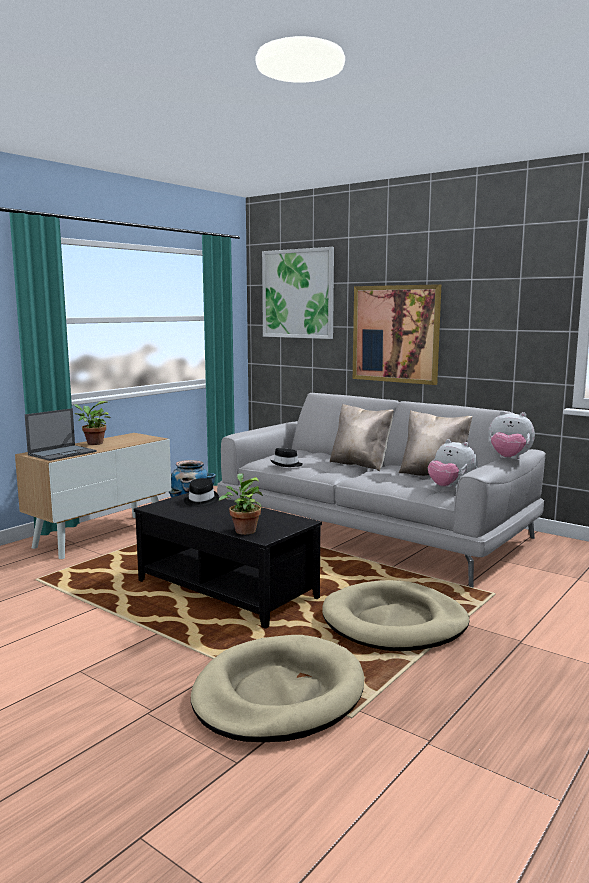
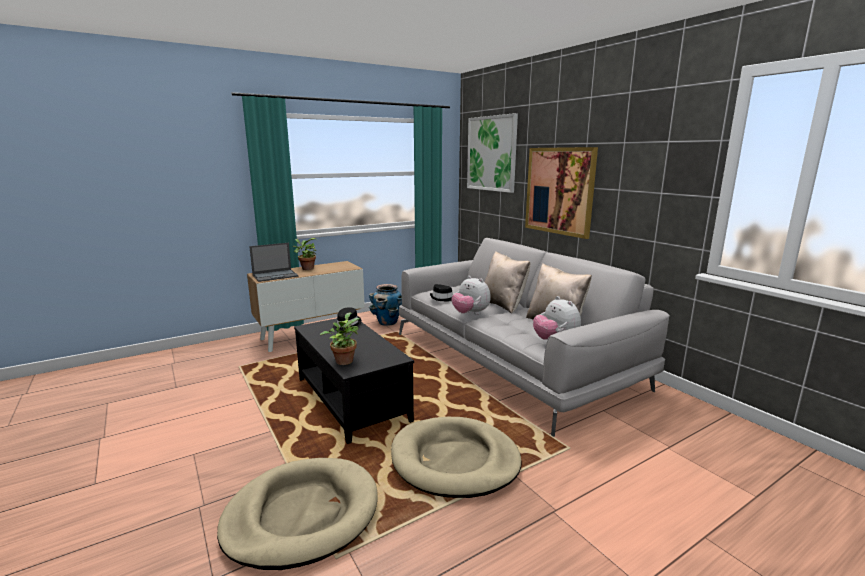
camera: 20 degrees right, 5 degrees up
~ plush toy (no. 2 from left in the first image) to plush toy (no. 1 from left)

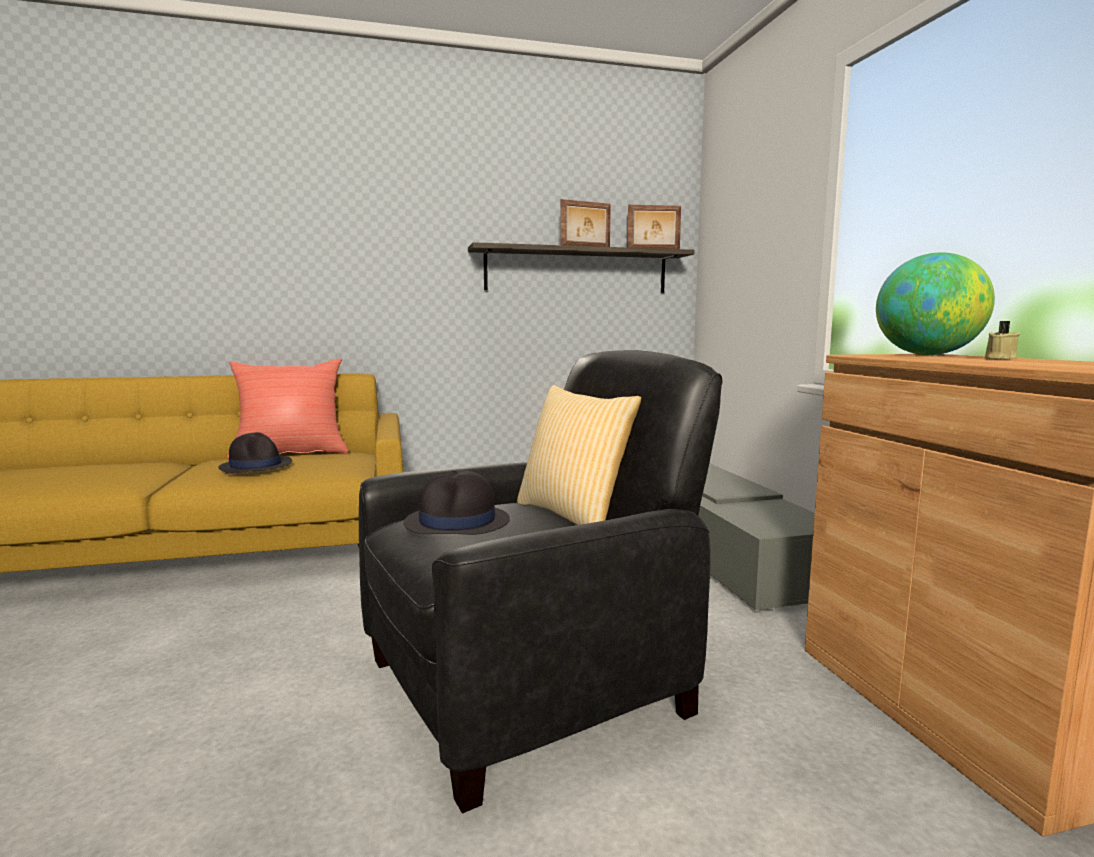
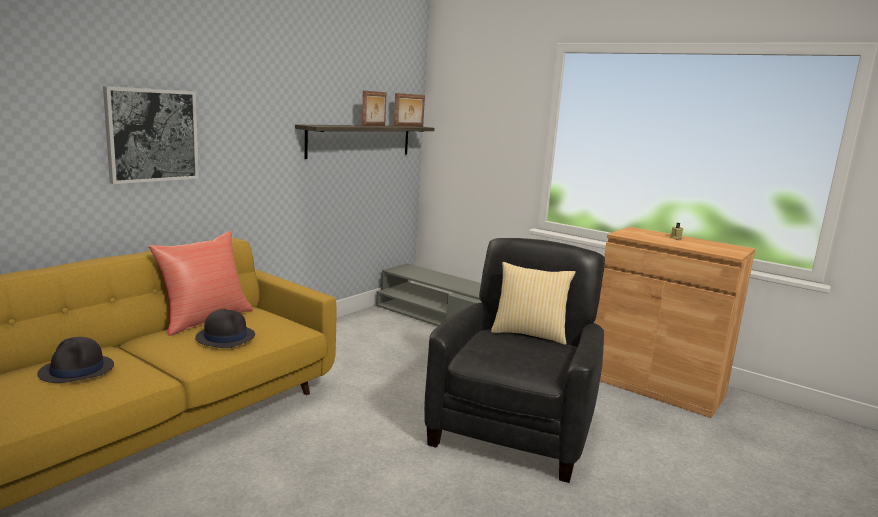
camera: 40 degrees left, 5 degrees up
- globe
~ blackish clothing hat (no. 2 from left in the first image) to blackish clothing hat (no. 1 from left)
+ wall picture

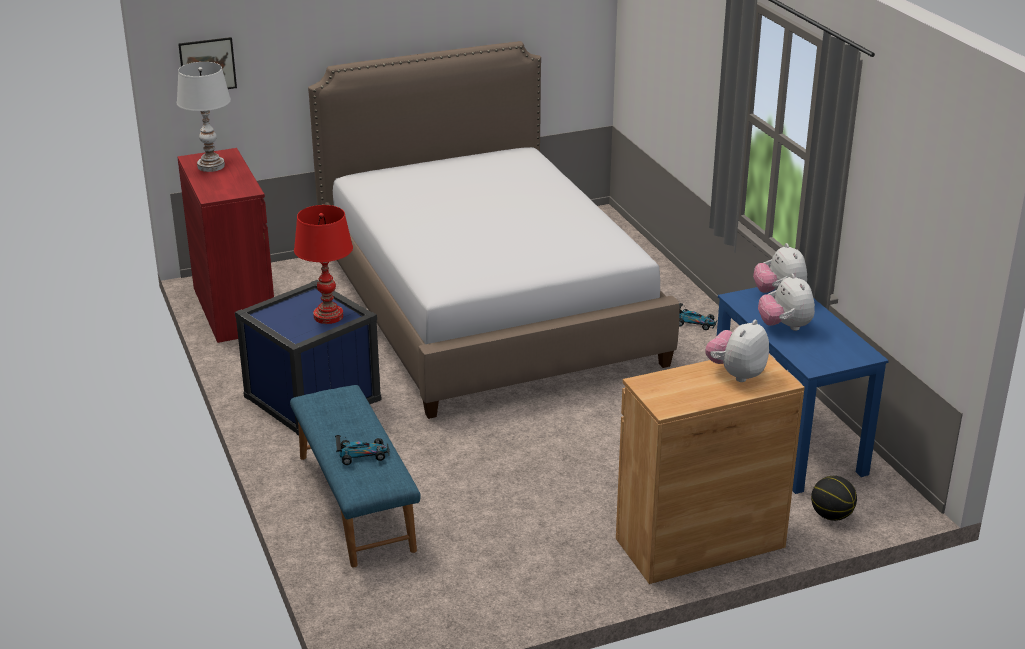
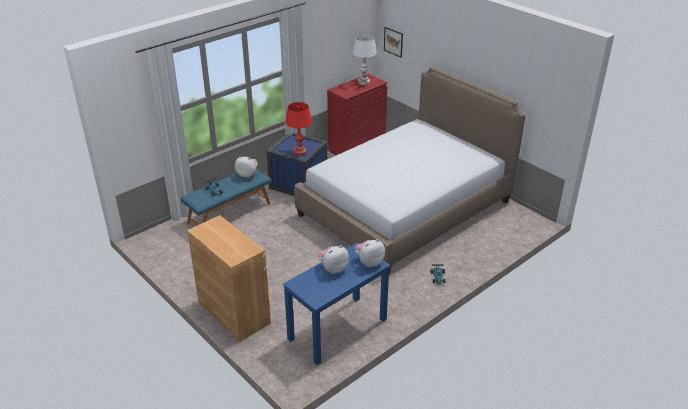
camera: 70 degrees right, 5 degrees up
~ plush toy (no. 1 from left)
- ball for basketball

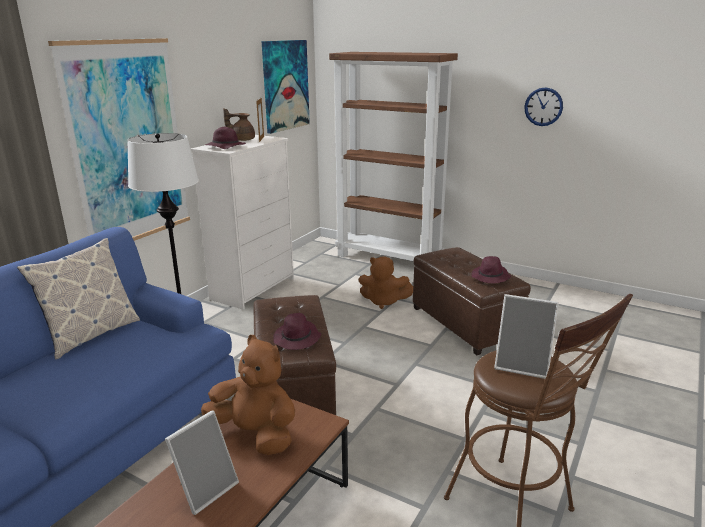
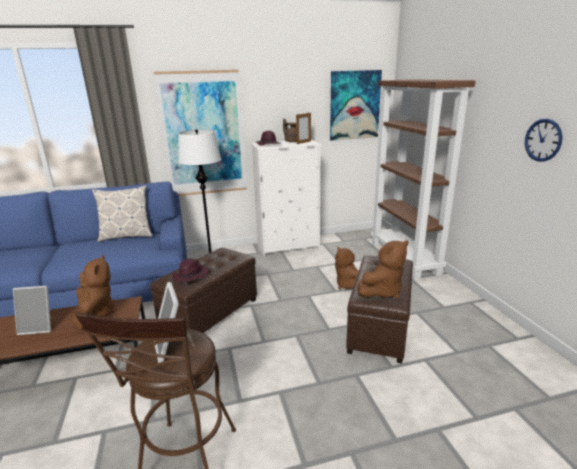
camera: 45 degrees right, 0 degrees up
~ purple clothing hat (no. 3 from left) to brown plush toy (no. 3 from left)

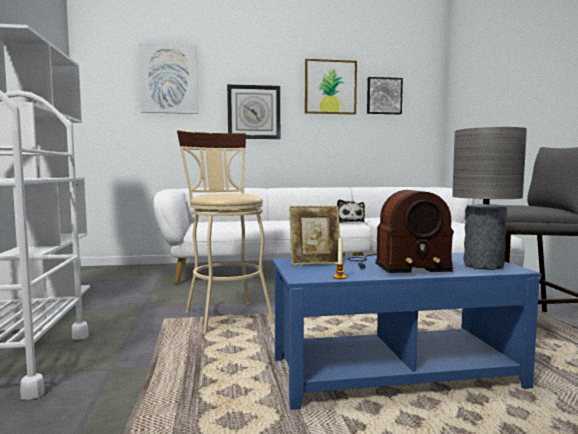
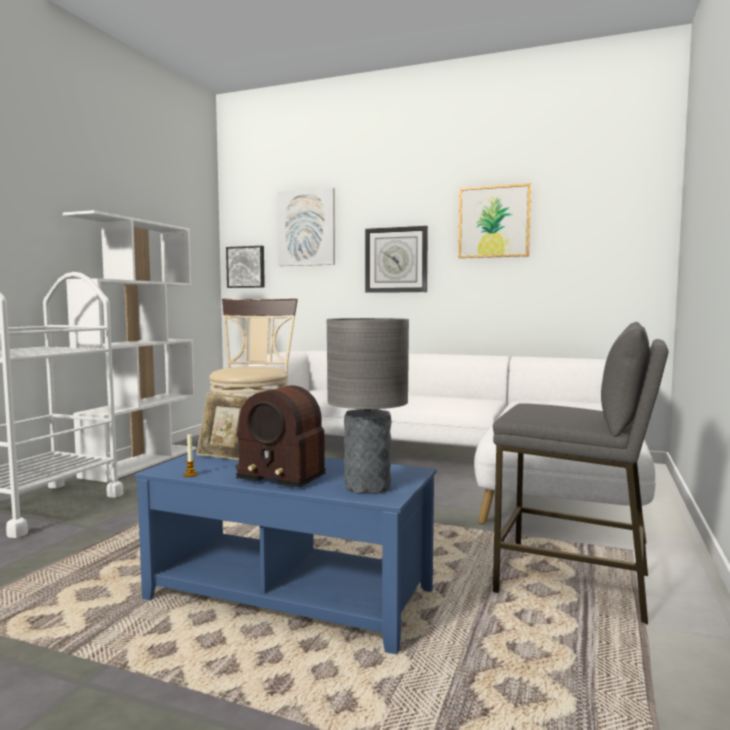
camera: 30 degrees right, 0 degrees up
~ wall picture (no. 3 from left in the first image) to wall picture (no. 1 from left)
- plush toy

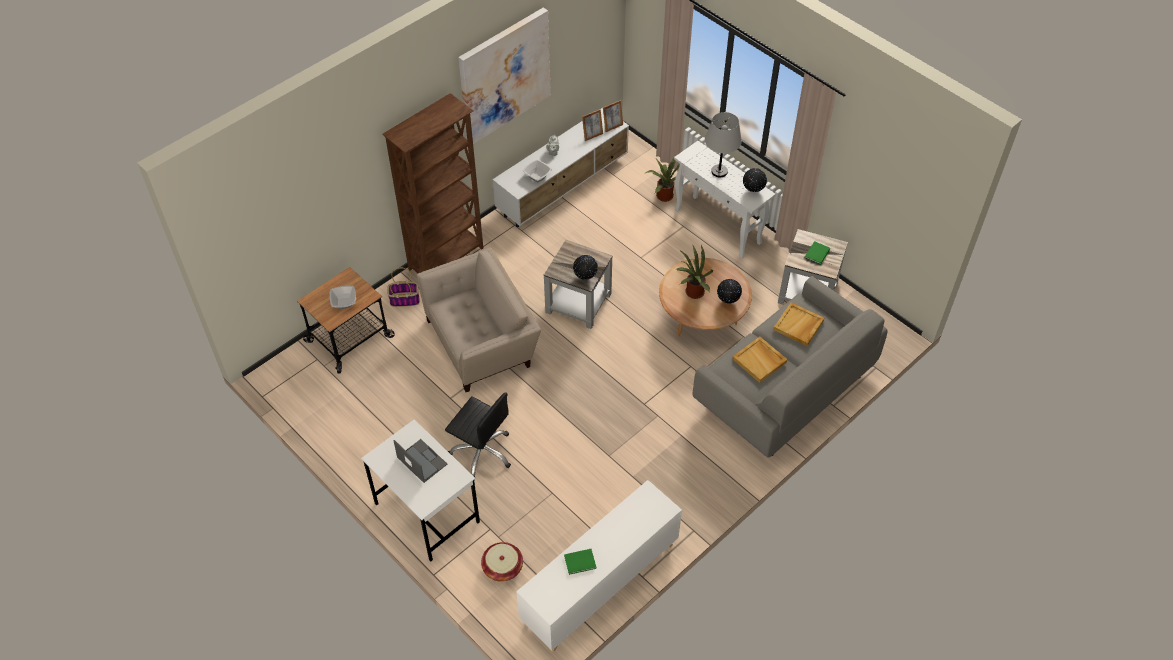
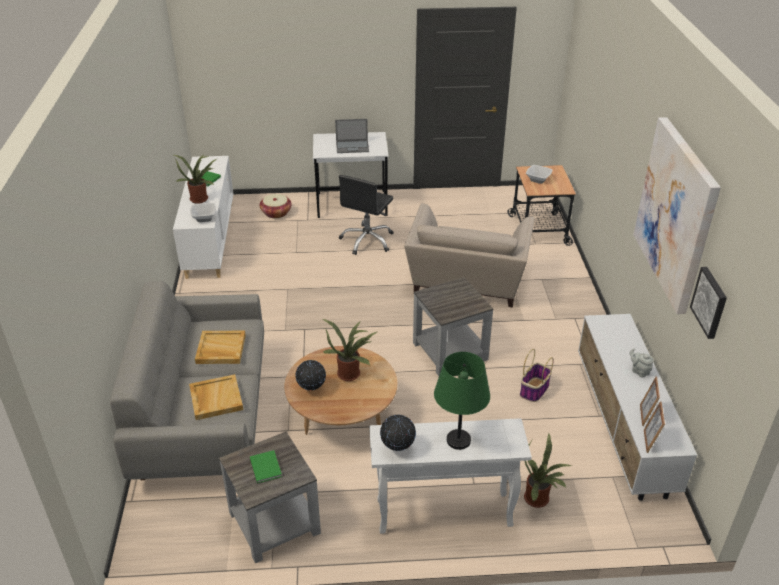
camera: 130 degrees right, 15 degrees down
- brown shelving unit
~ greyish tabletop lamp to greenish tabletop lamp
~ bowl (no. 2 from left in the first image) to bowl (no. 1 from left)
- globe (no. 1 from left)
~ storage basket (no. 1 from left in the first image) to storage basket (no. 2 from left)
~ blackish desk chair 45 degrees counterclockwise
+ plant in a pot (no. 1 from left)
+ wall picture (no. 2 from left)

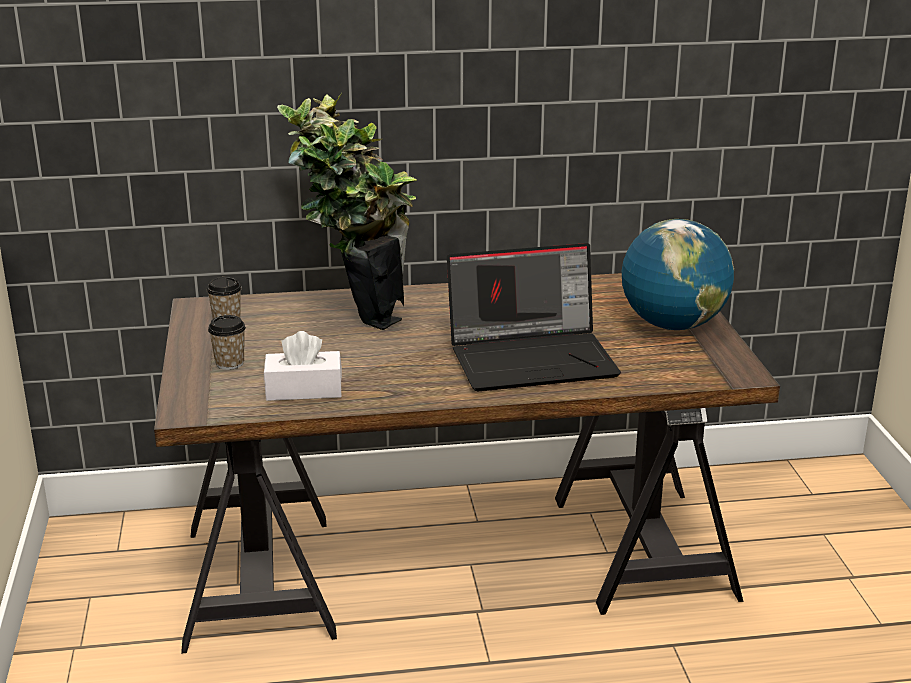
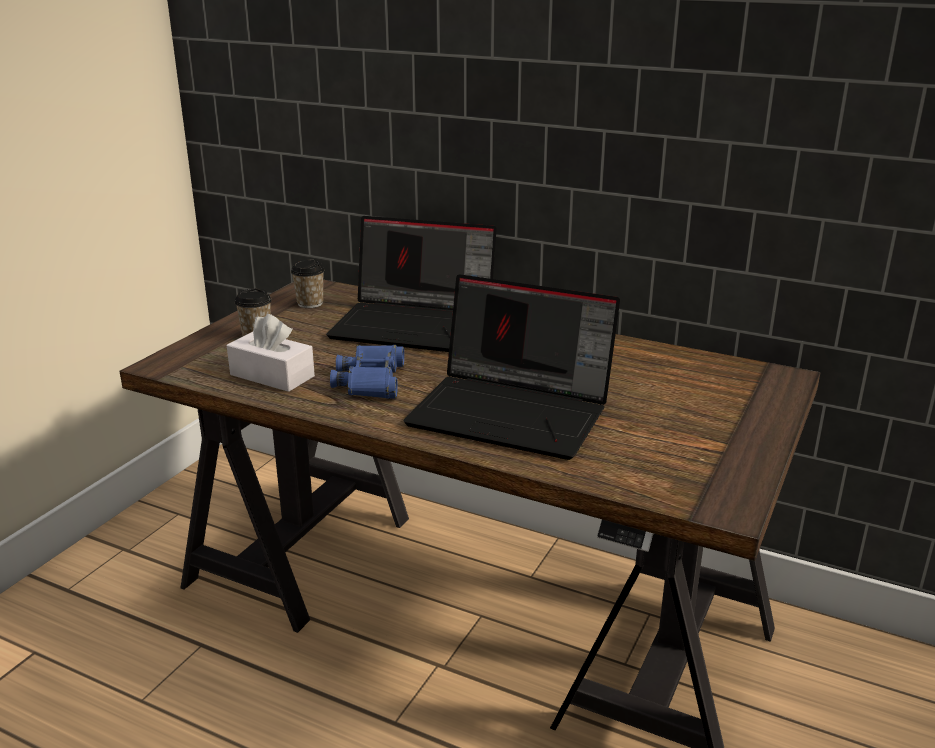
camera: 35 degrees right, 0 degrees up
~ plant in a pot to laptop (no. 1 from left)
- globe
+ bluish pair of binoculars

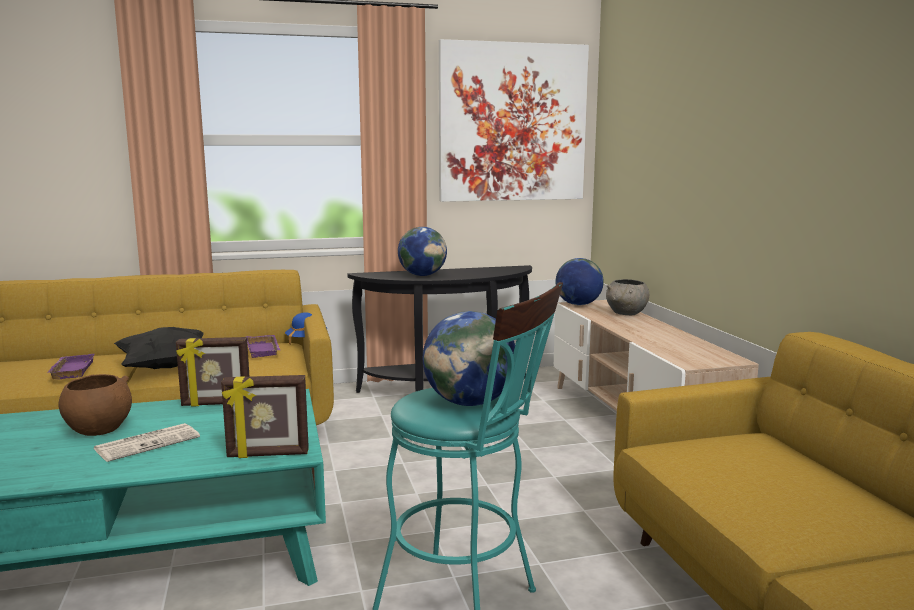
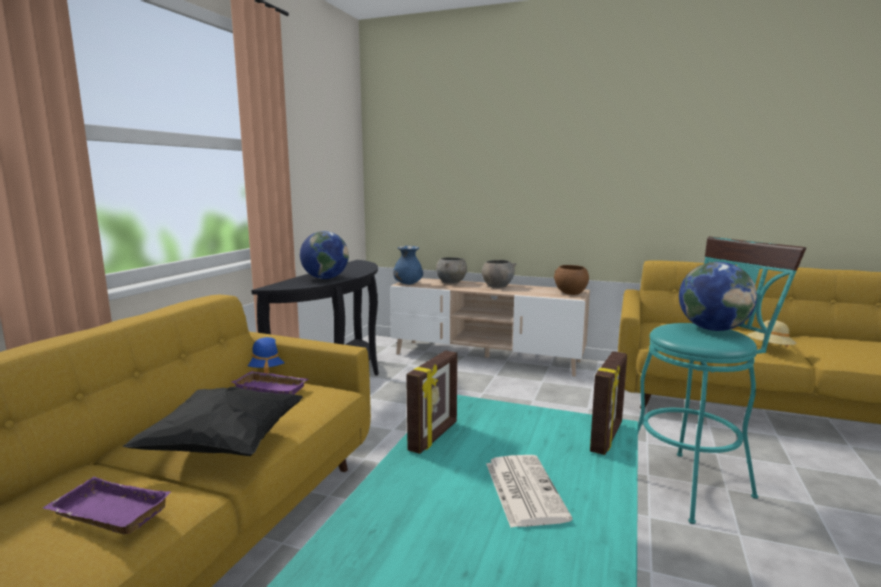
camera: 55 degrees left, 0 degrees up
- wall picture
~ globe (no. 3 from left) to bluish vase
~ brown bowl
+ greyish bowl (no. 2 from left)
+ beige clothing hat

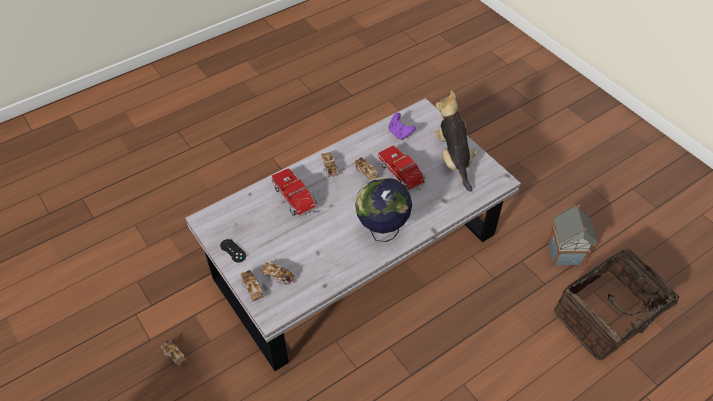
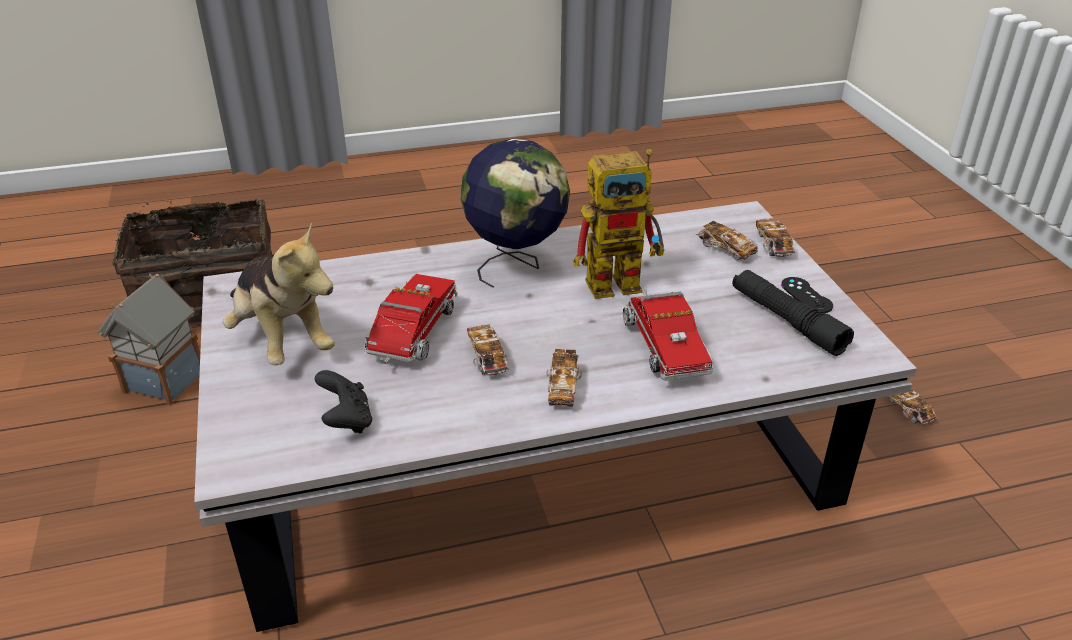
camera: 160 degrees left, 15 degrees down
~ plush toy 45 degrees counterclockwise
~ purple gamepad to blackish gamepad (no. 1 from left)
~ toy lorry (no. 2 from left in the first image) 150 degrees counterclockwise
+ robot figure
+ blackish flashlight

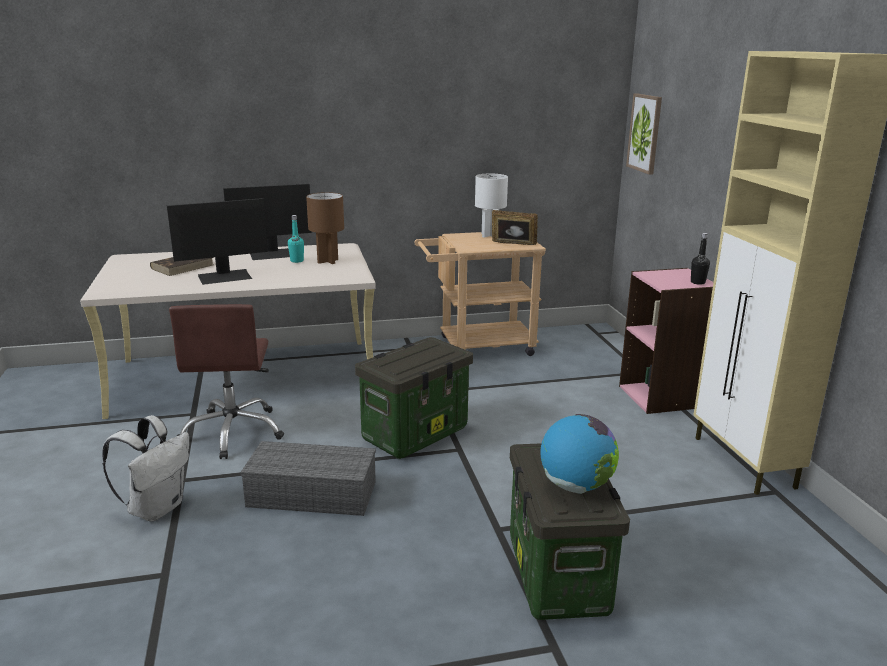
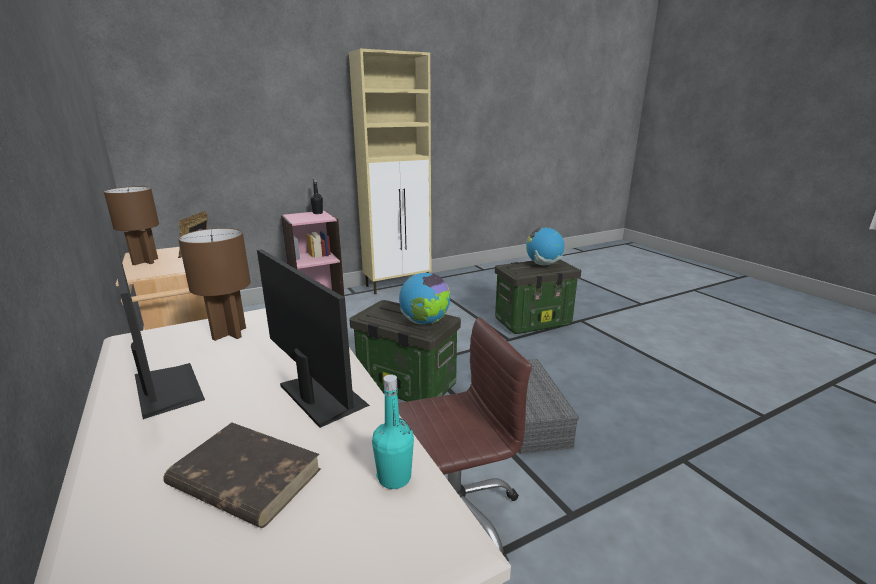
camera: 105 degrees left, 0 degrees up
- wall picture
~ white tabletop lamp to brown tabletop lamp (no. 1 from left)
~ blue-green bottle
- white knapsack
+ globe (no. 1 from left)

